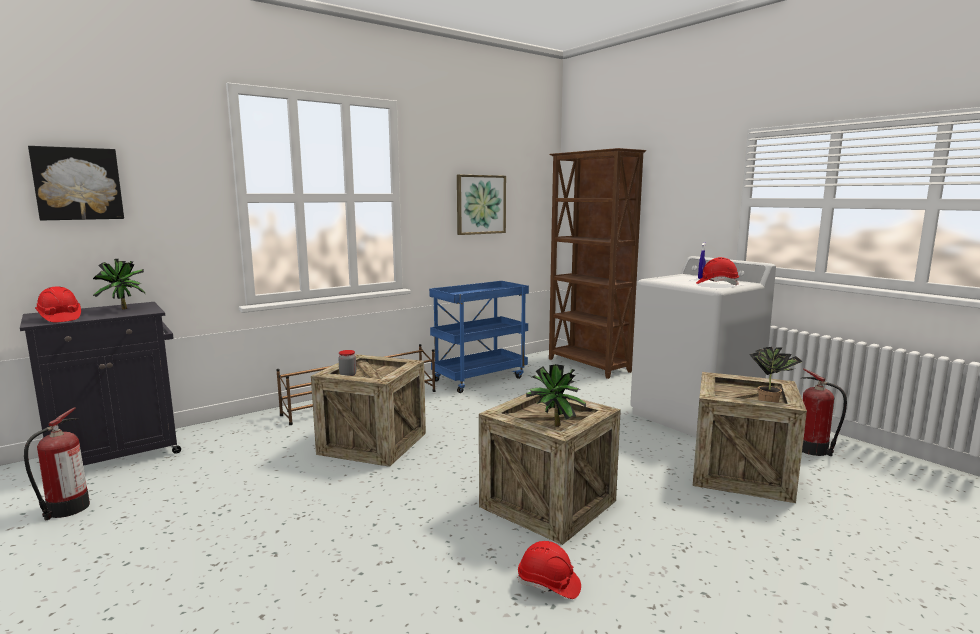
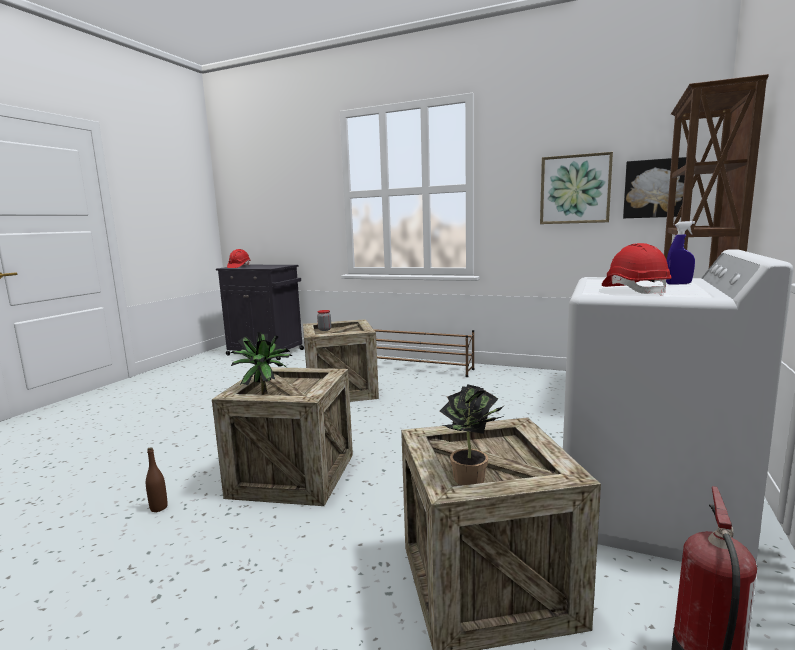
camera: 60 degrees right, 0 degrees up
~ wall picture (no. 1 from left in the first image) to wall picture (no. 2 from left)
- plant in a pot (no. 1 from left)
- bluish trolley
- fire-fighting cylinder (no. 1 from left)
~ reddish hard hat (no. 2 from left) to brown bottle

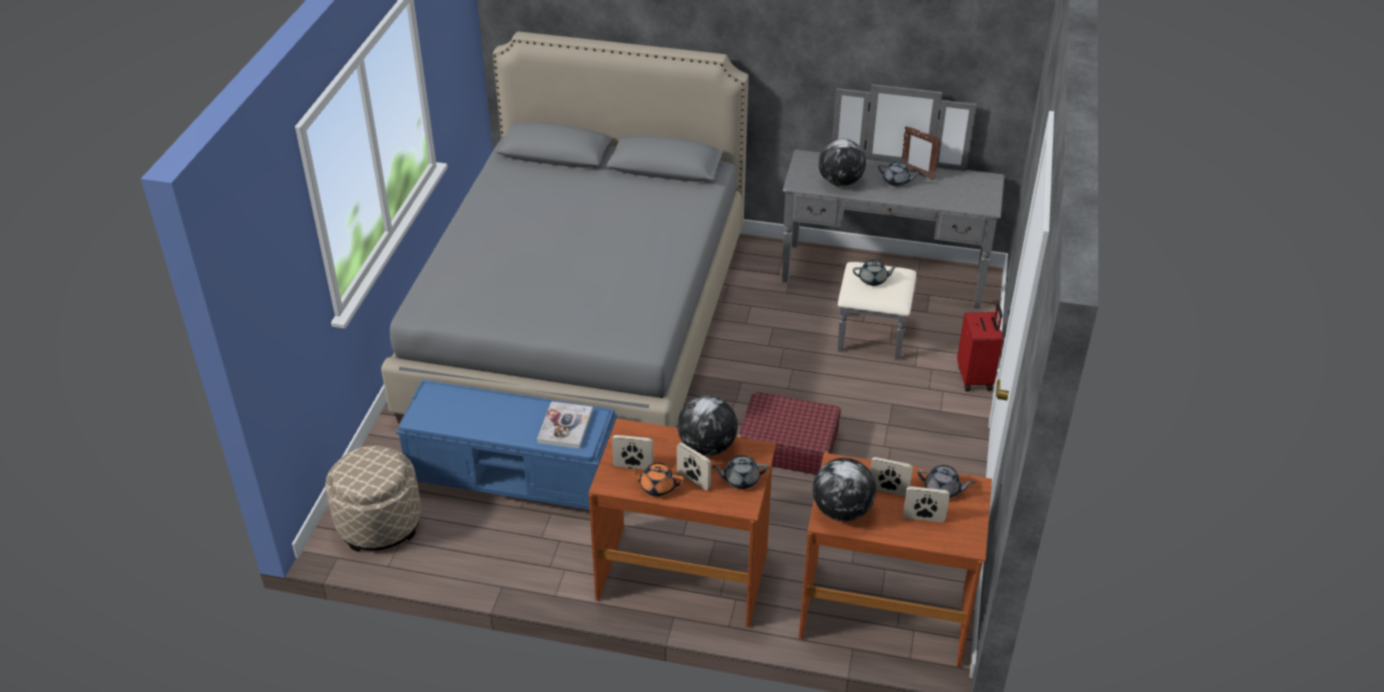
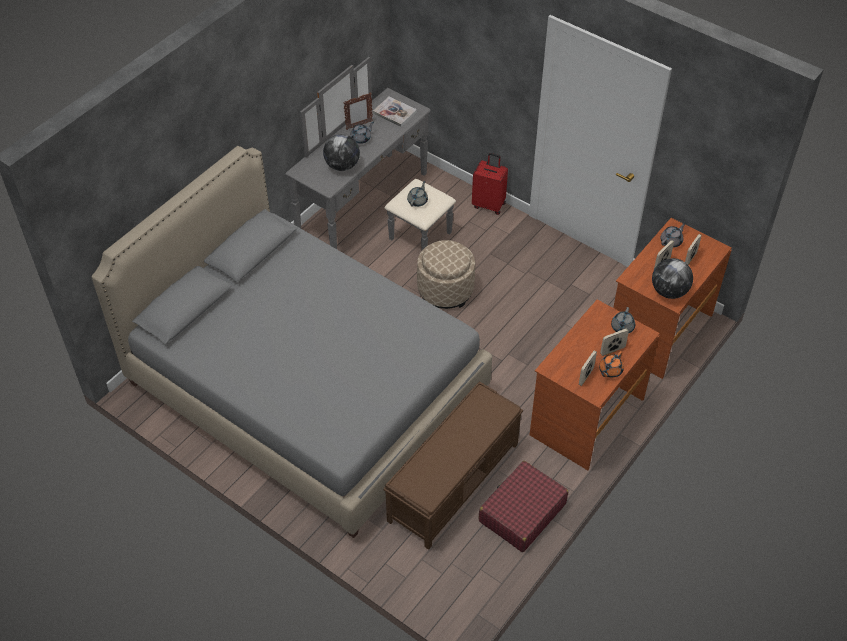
camera: 65 degrees left, 10 degrees up
~ bluish long seat to brown long seat
~ reddish piece of luggage (no. 1 from left in the first image) to reddish piece of luggage (no. 2 from left)
- globe (no. 1 from left)
~ bound book
~ beige footrest

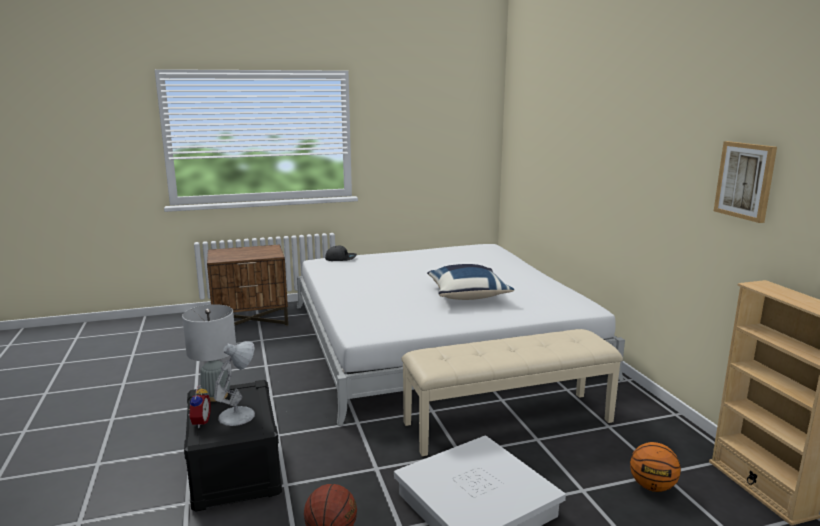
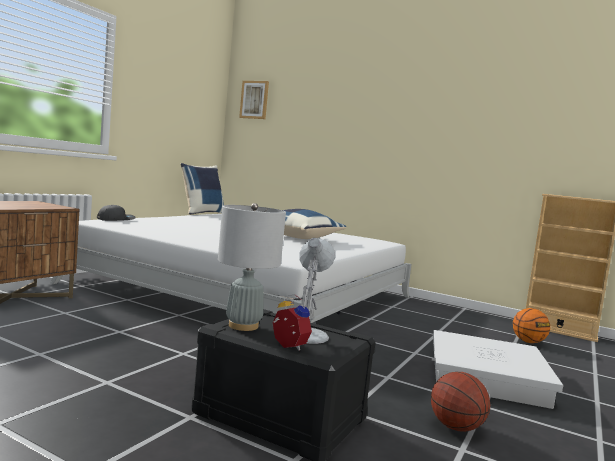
camera: 45 degrees left, 10 degrees down
~ wall picture
- beige long seat
+ bluish throw pillow (no. 1 from left)

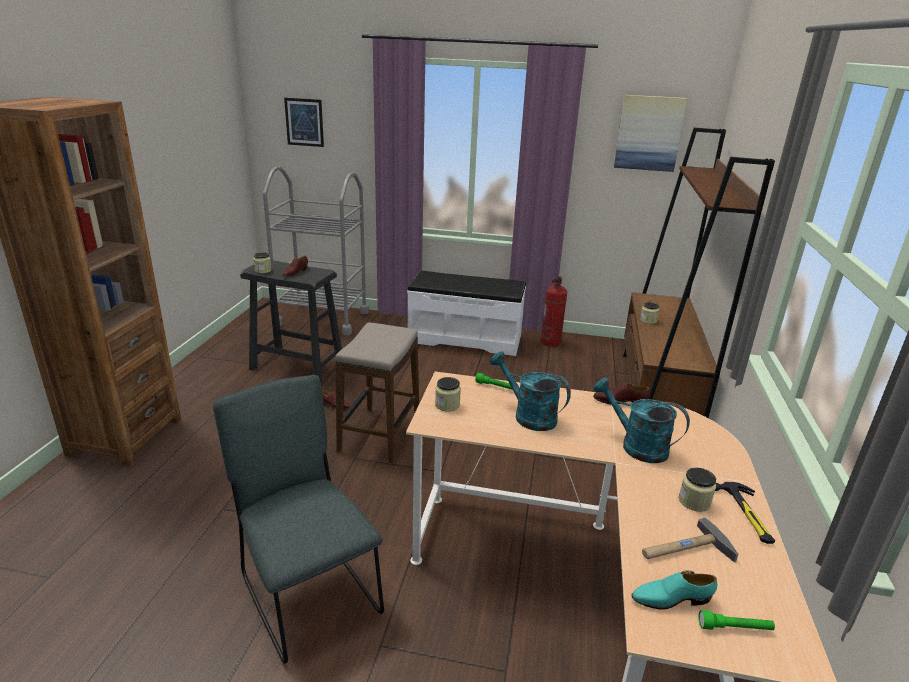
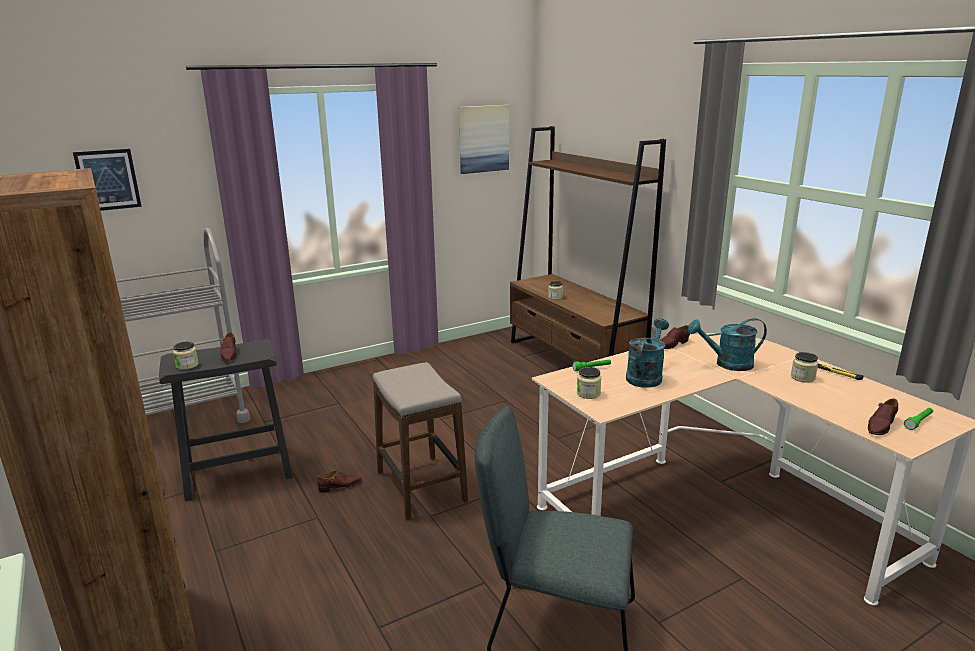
camera: 40 degrees left, 5 degrees down
- white long seat
- fire-fighting cylinder
~ blue-green watering pot (no. 1 from left) 120 degrees clockwise
- hammer (no. 1 from left)
~ blue-green low shoe to brown low shoe (no. 4 from left)

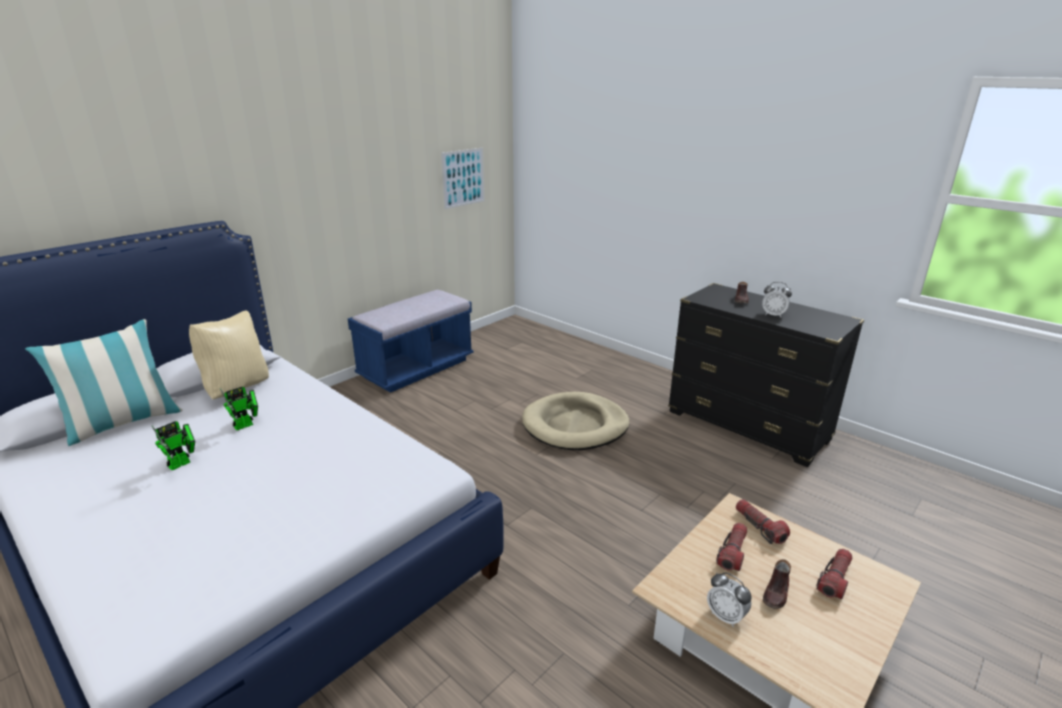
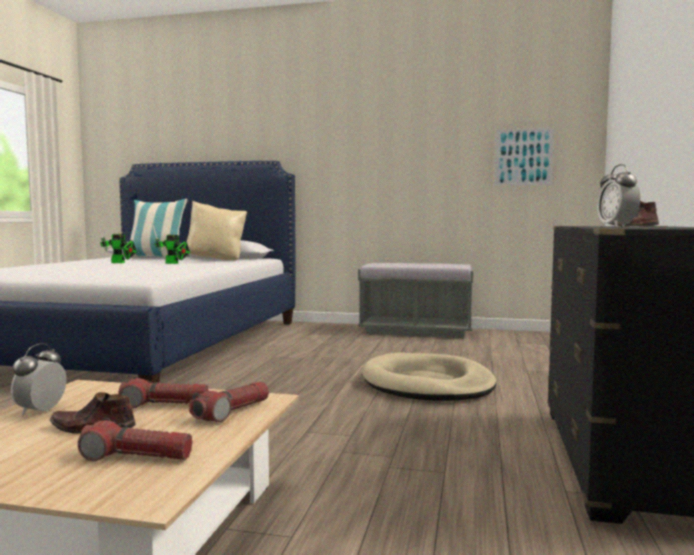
camera: 60 degrees right, 20 degrees down
~ bluish long seat to greyish long seat

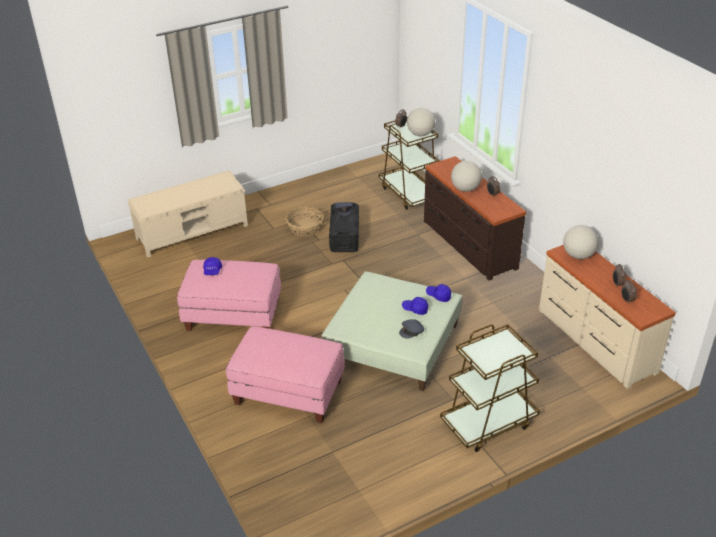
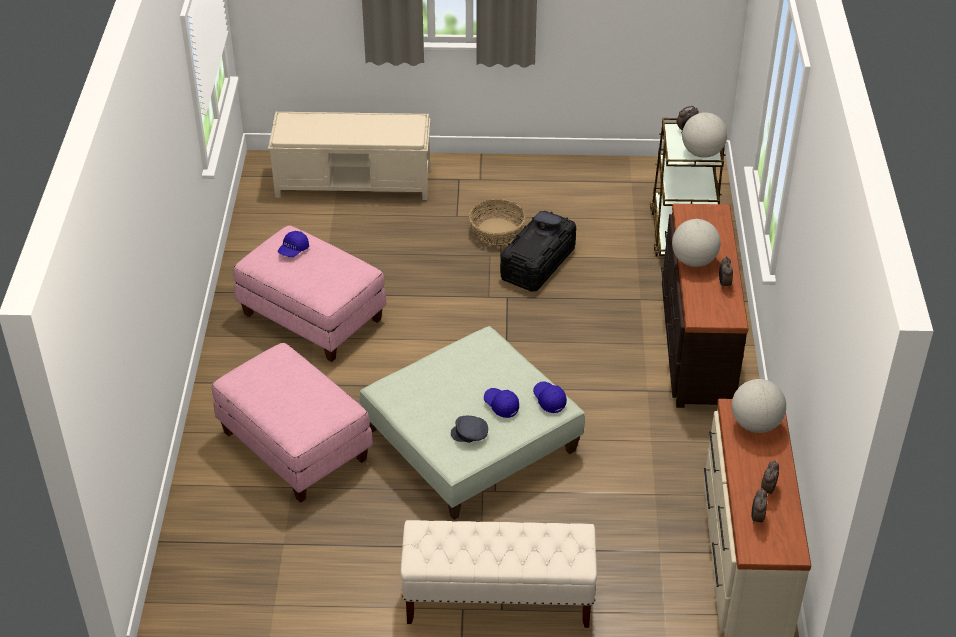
camera: 30 degrees right, 5 degrees up
~ brown trolley (no. 2 from left) to beige long seat (no. 2 from left)

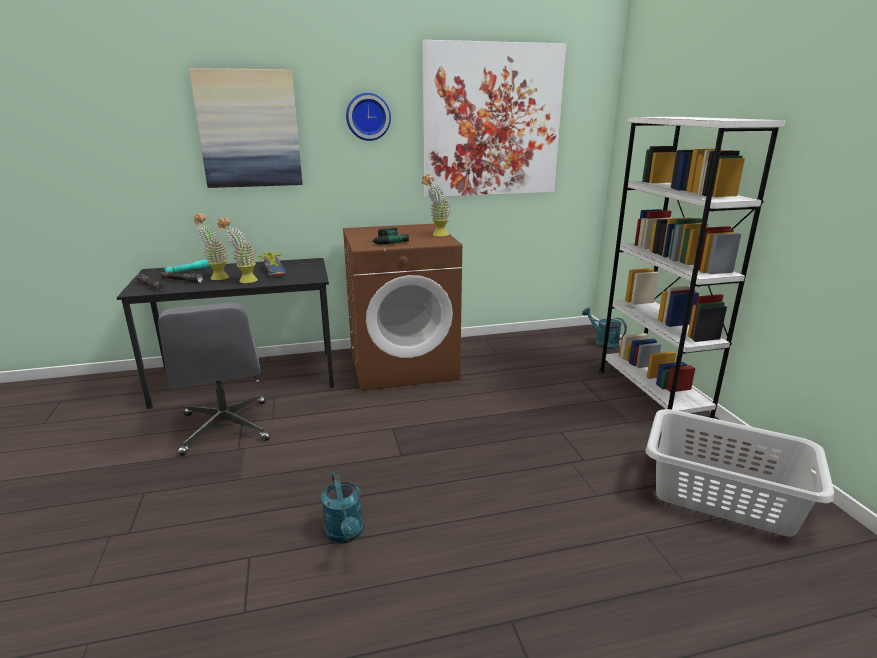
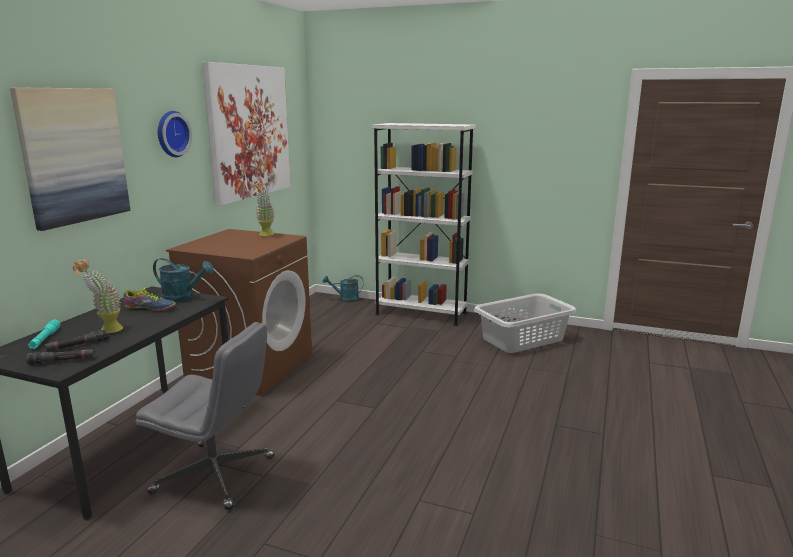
camera: 55 degrees left, 5 degrees down
- plant in a pot (no. 2 from left)
- electric drill
~ blue-green watering pot (no. 1 from left)

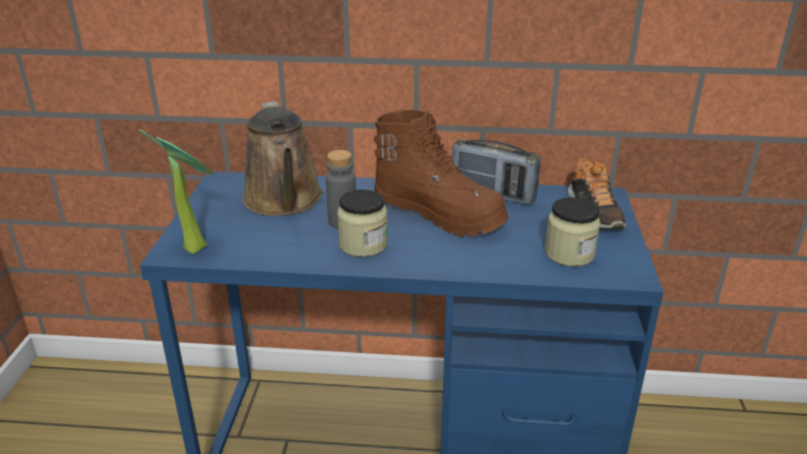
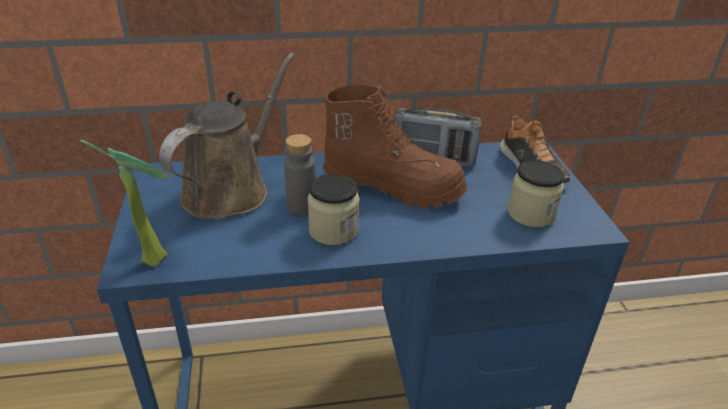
camera: 15 degrees left, 5 degrees up
~ brown watering pot 120 degrees counterclockwise

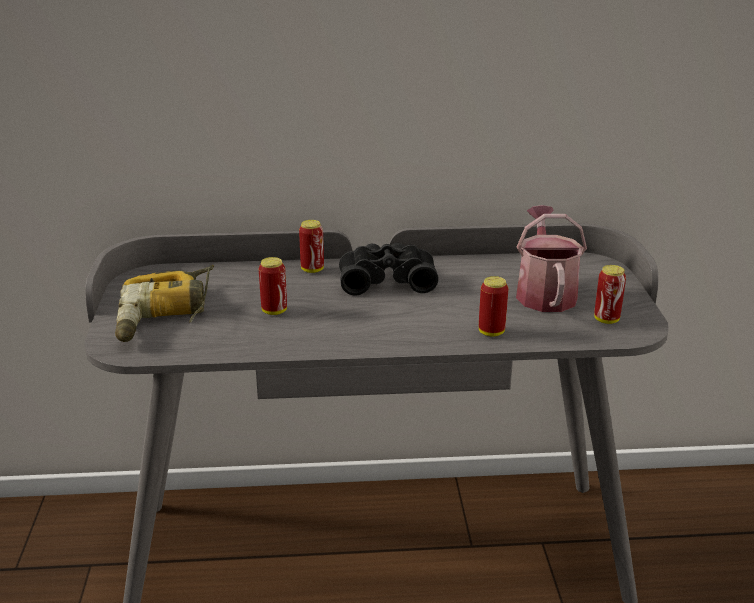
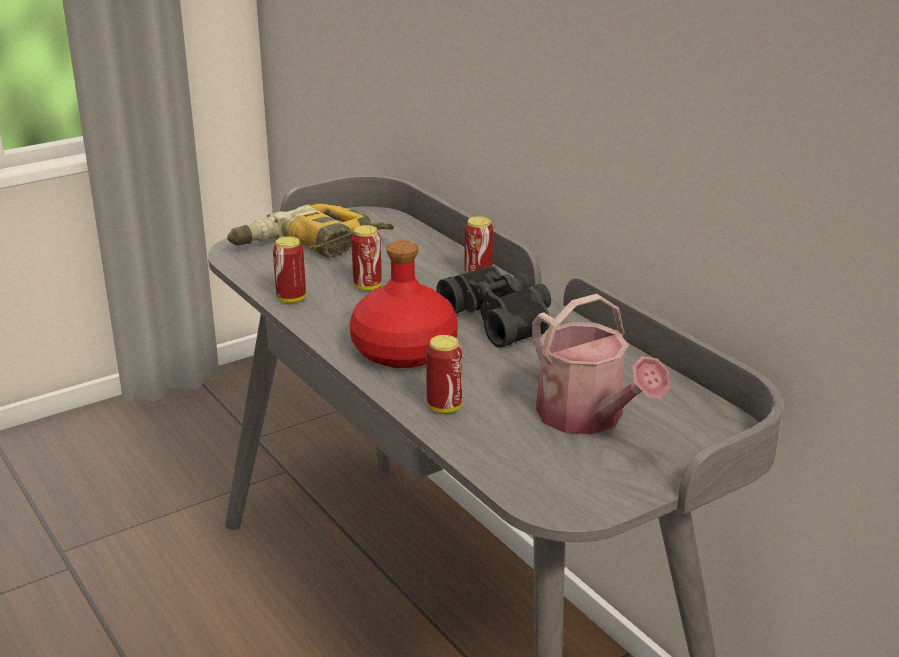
camera: 60 degrees right, 0 degrees up
~ watering pot 90 degrees clockwise
~ metal can (no. 4 from left in the first image) to metal can (no. 1 from left)
+ reddish bottle

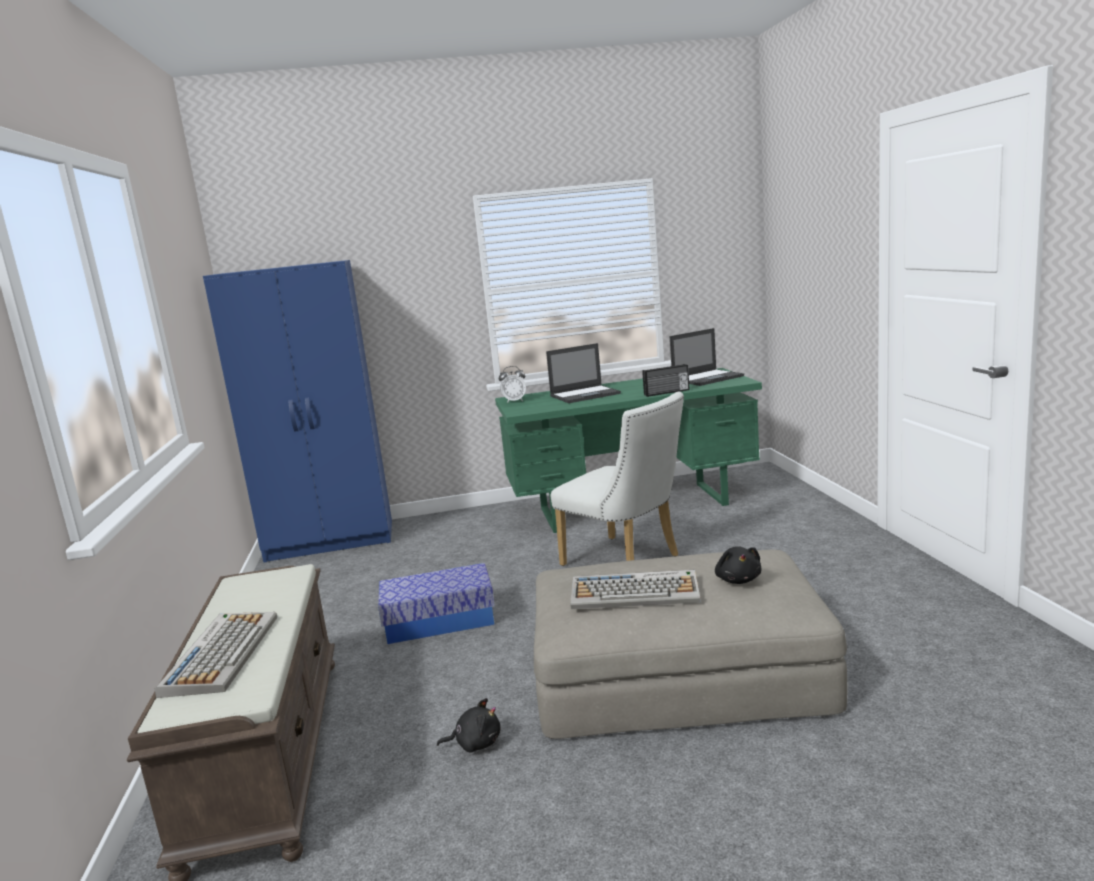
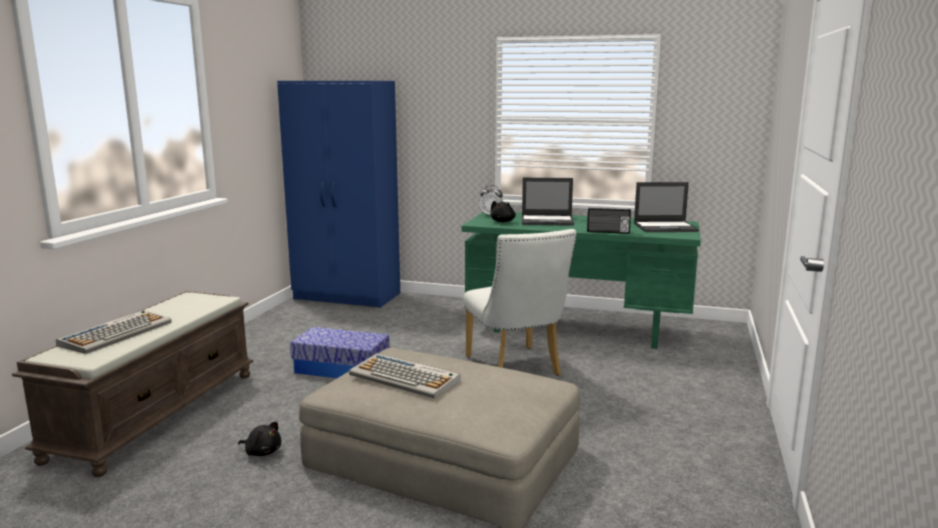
camera: 25 degrees right, 0 degrees up
~ blackish plush toy (no. 2 from left)

